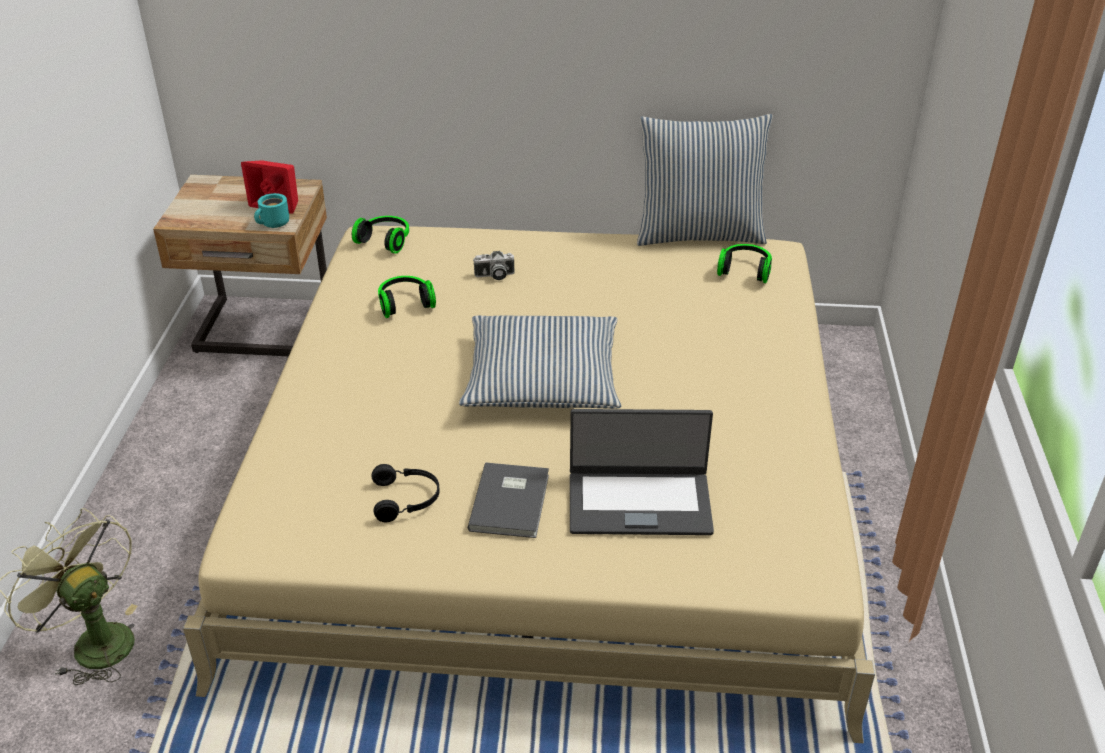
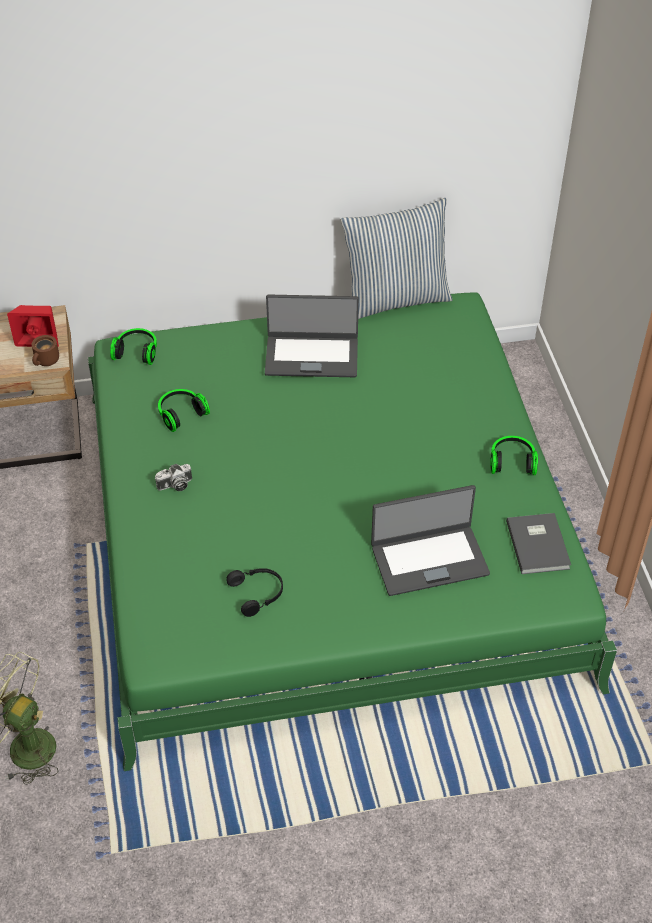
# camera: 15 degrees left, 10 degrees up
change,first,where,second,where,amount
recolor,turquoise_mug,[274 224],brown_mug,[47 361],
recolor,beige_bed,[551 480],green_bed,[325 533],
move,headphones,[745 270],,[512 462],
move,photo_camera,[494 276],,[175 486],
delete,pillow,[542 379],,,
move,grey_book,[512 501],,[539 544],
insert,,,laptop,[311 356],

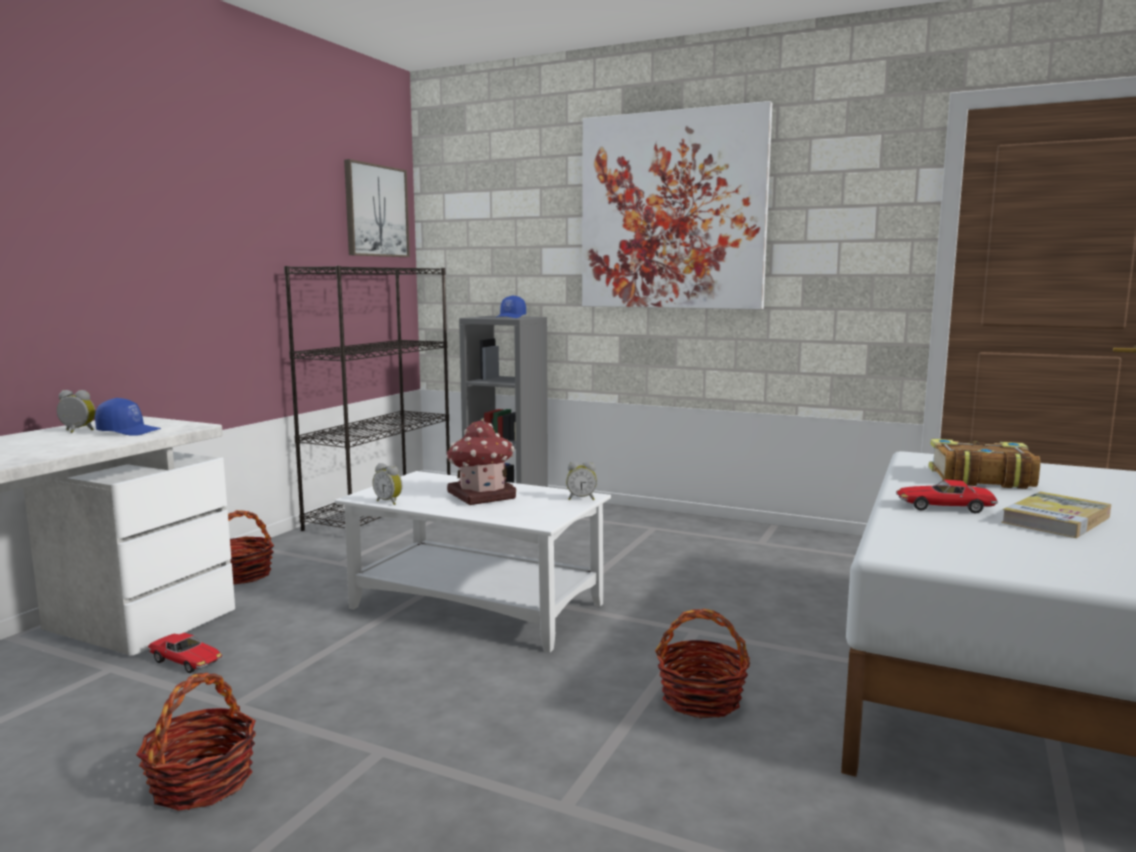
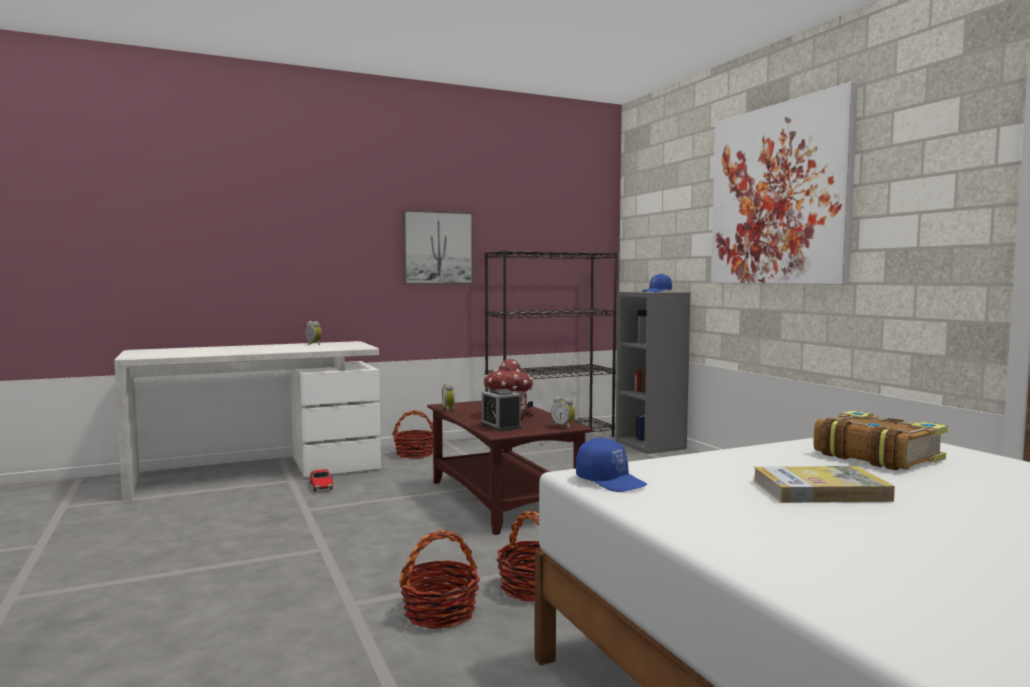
# camera: 40 degrees right, 5 degrees down
change,first,where,second,where,amount
move,picture,[376 211],,[437 247],
move,blue_cap,[129 431],,[611 481],
recolor,white_coffee_table,[479 606],brown_coffee_table,[504 500],
delete,toy_car,[944 507],,,
move,basket,[202 782],,[440 613],
insert,,,alarm_clock,[501 426],

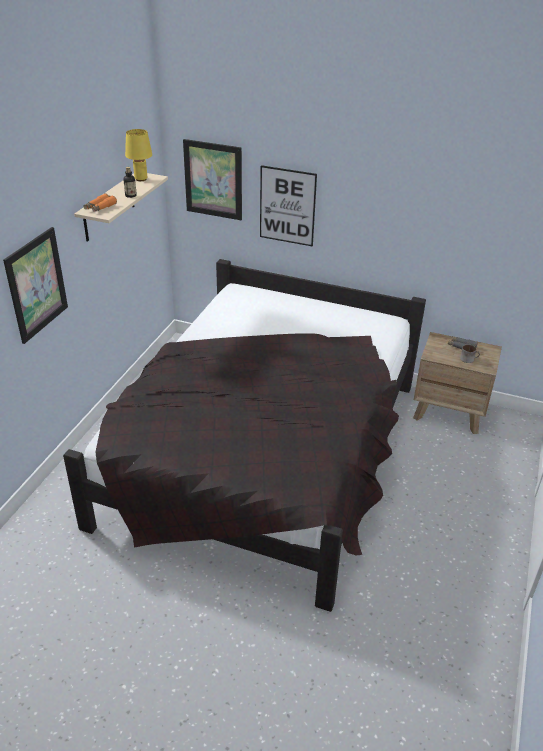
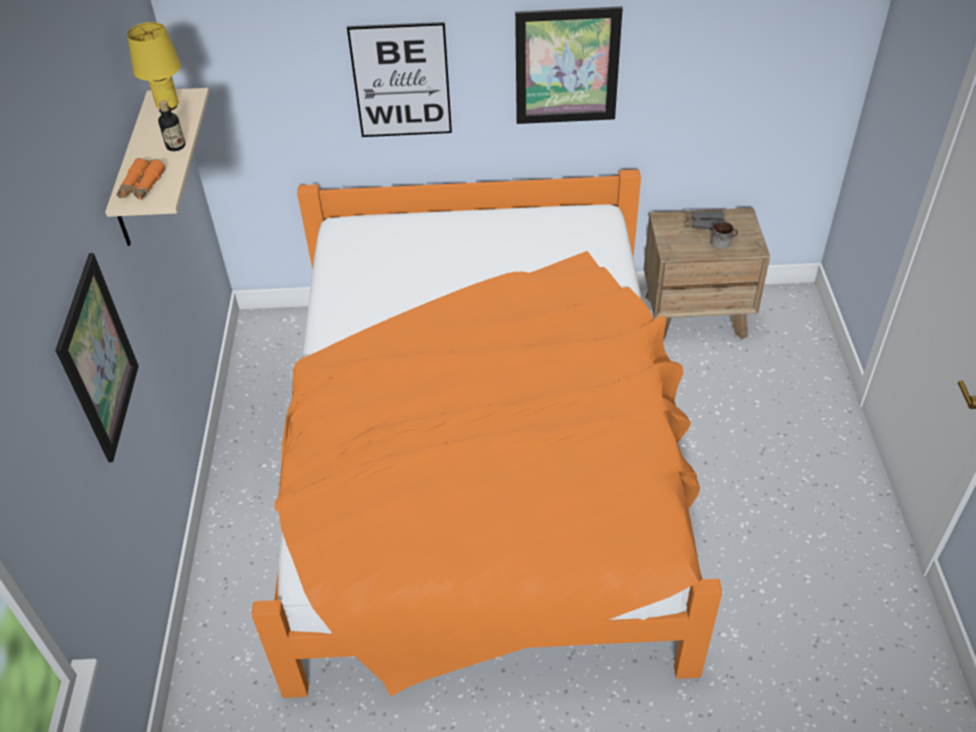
# camera: 20 degrees left, 10 degrees up
change,first,where,second,where,amount
move,picture,[213 180],,[567 66],
recolor,black_bed,[265 452],orange_bed,[485 468],

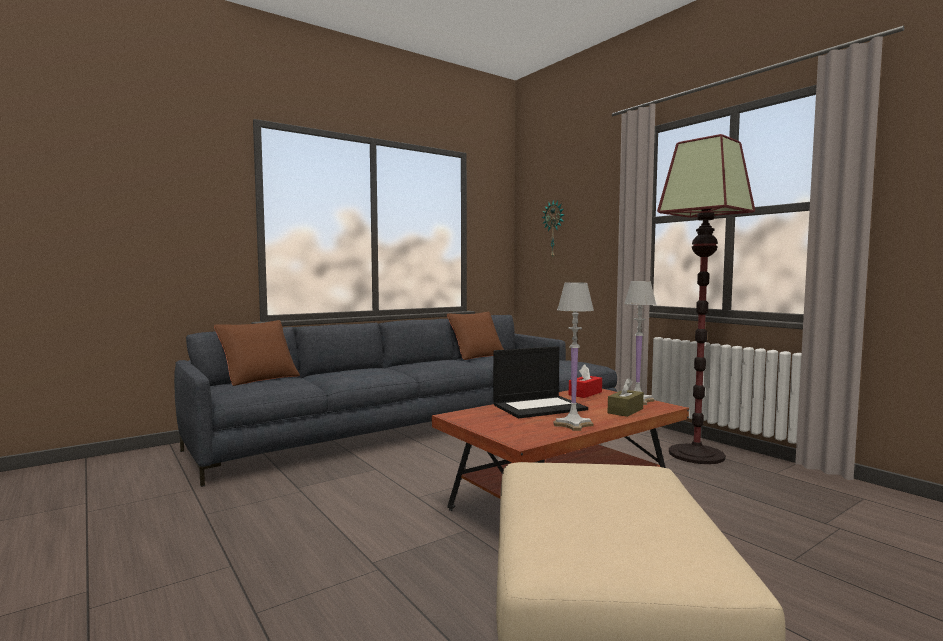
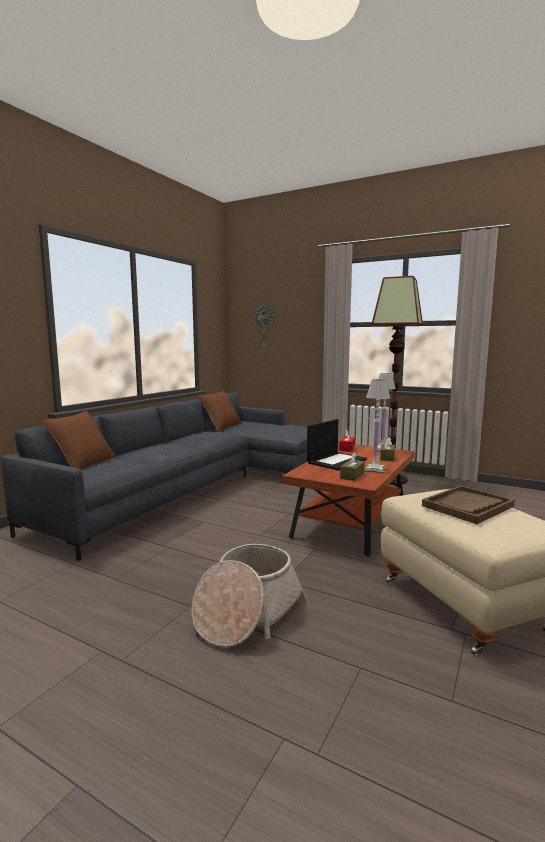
# camera: 25 degrees left, 5 degrees up
change,first,where,second,where,amount
insert,,,brown_tissue_box,[352 475],
insert,,,brown_tray,[467 506],
insert,,,basket,[247 613],

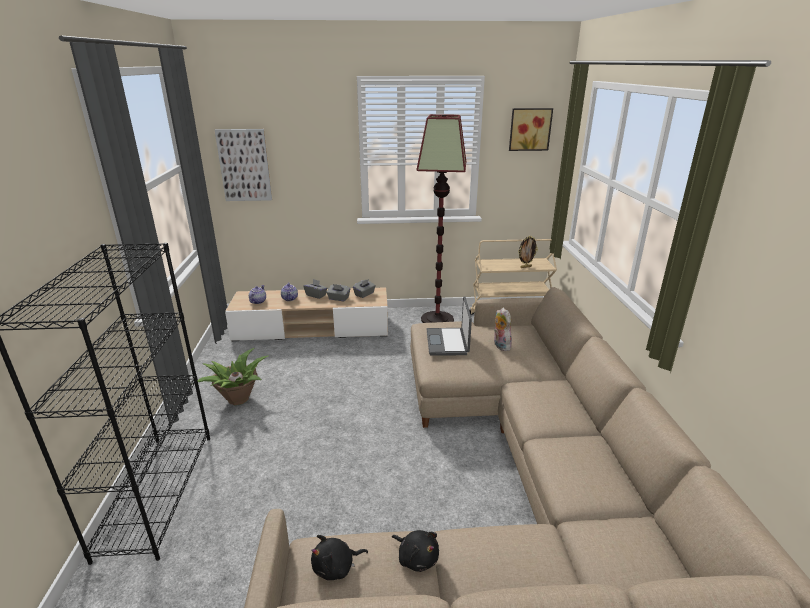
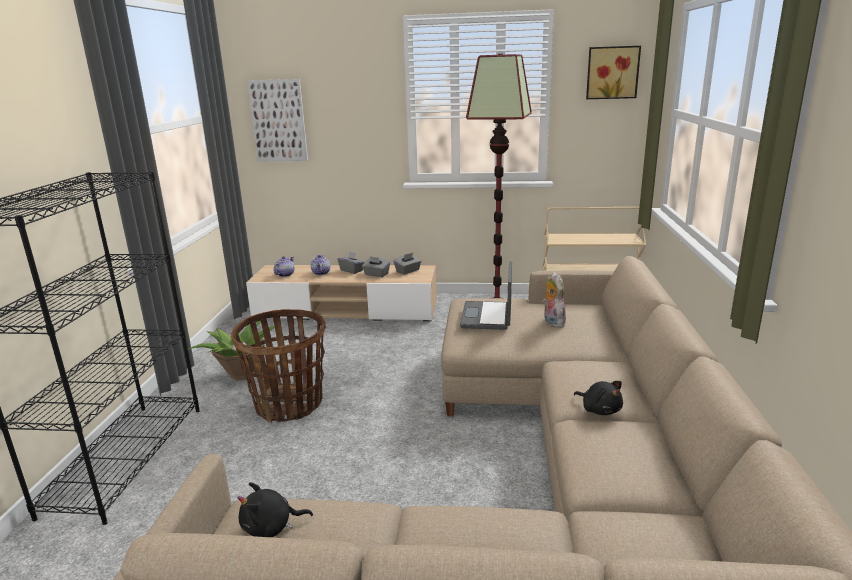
# camera: 10 degrees right, 5 degrees down
change,first,where,second,where,amount
delete,picture_frame,[525 267],,,
move,black_plush_toy,[416 557],,[599 409],
insert,,,basket,[289 405],

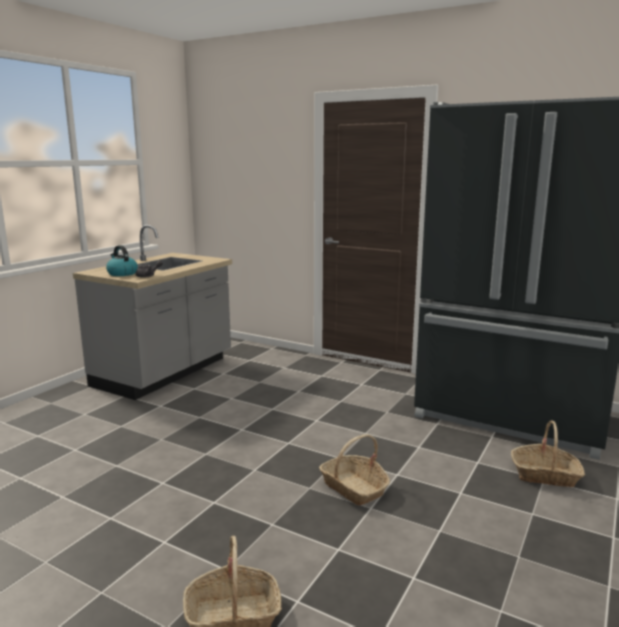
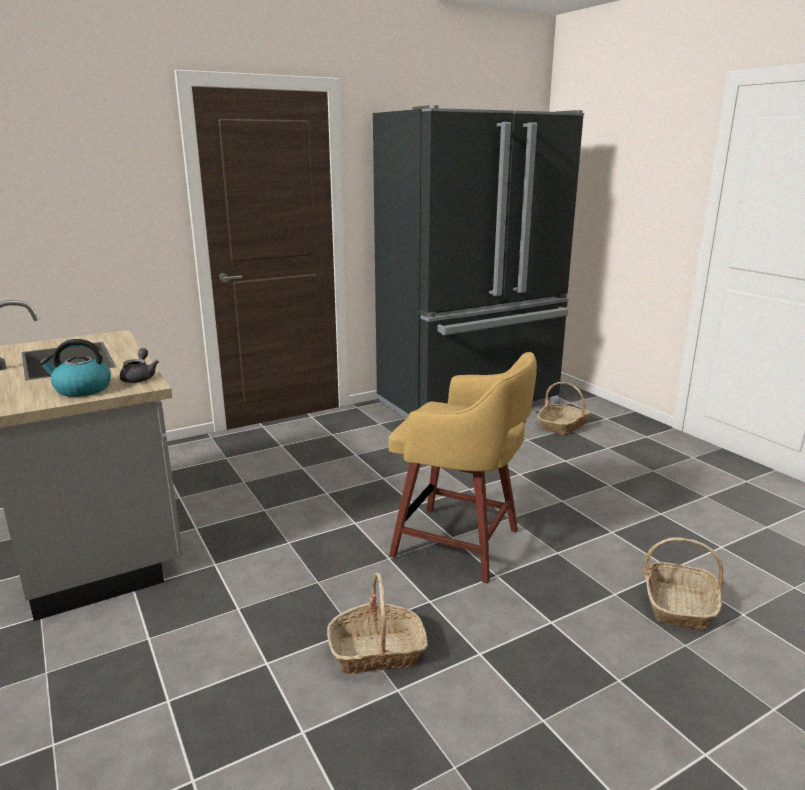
# camera: 60 degrees left, 5 degrees up
change,first,where,second,where,amount
move,basket,[354 488],,[377 651],
insert,,,yellow_stool,[460 544],

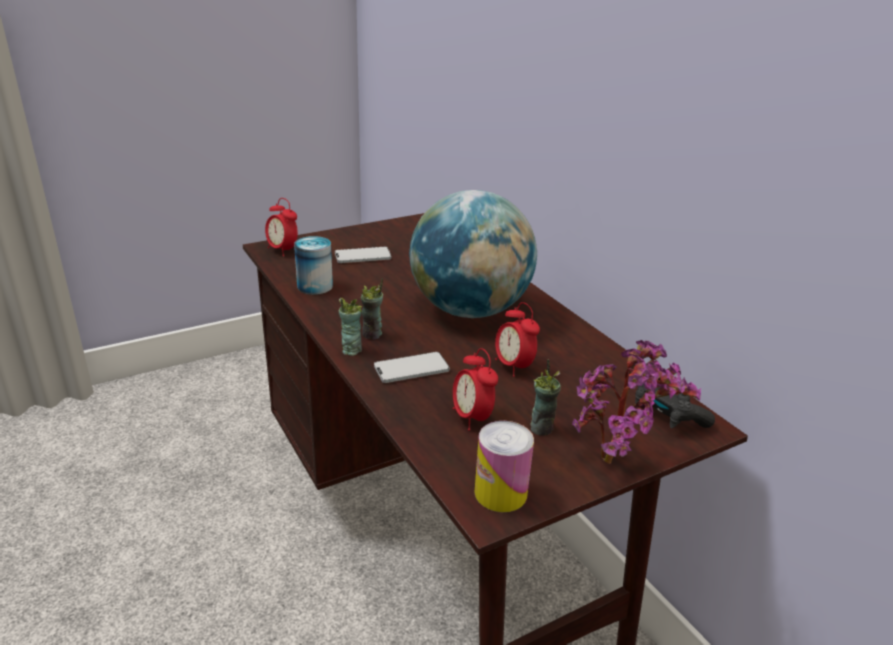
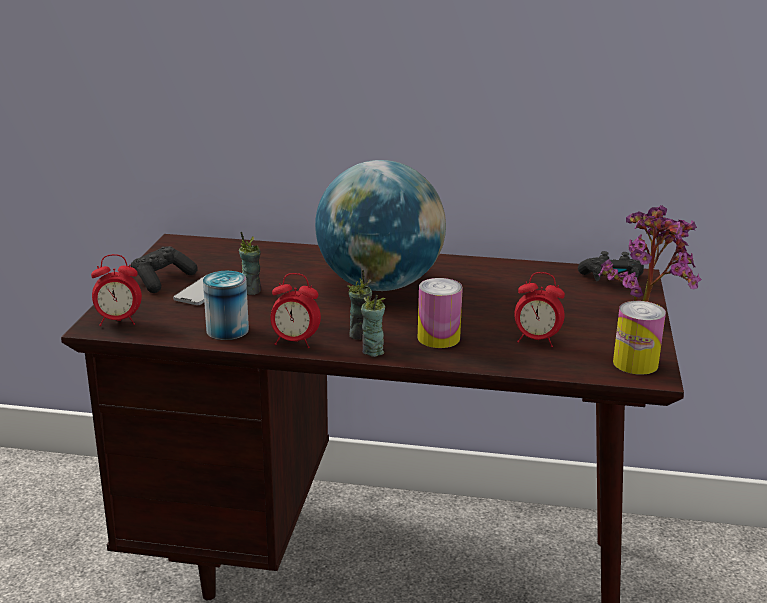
# camera: 50 degrees left, 5 degrees down
change,first,where,second,where,amount
move,alarm_clock,[513 366],,[295 342],
replace,phone,[411 369],can,[438 338],
move,cup,[541 428],,[251 290],
insert,,,black_game_controller,[162 280],

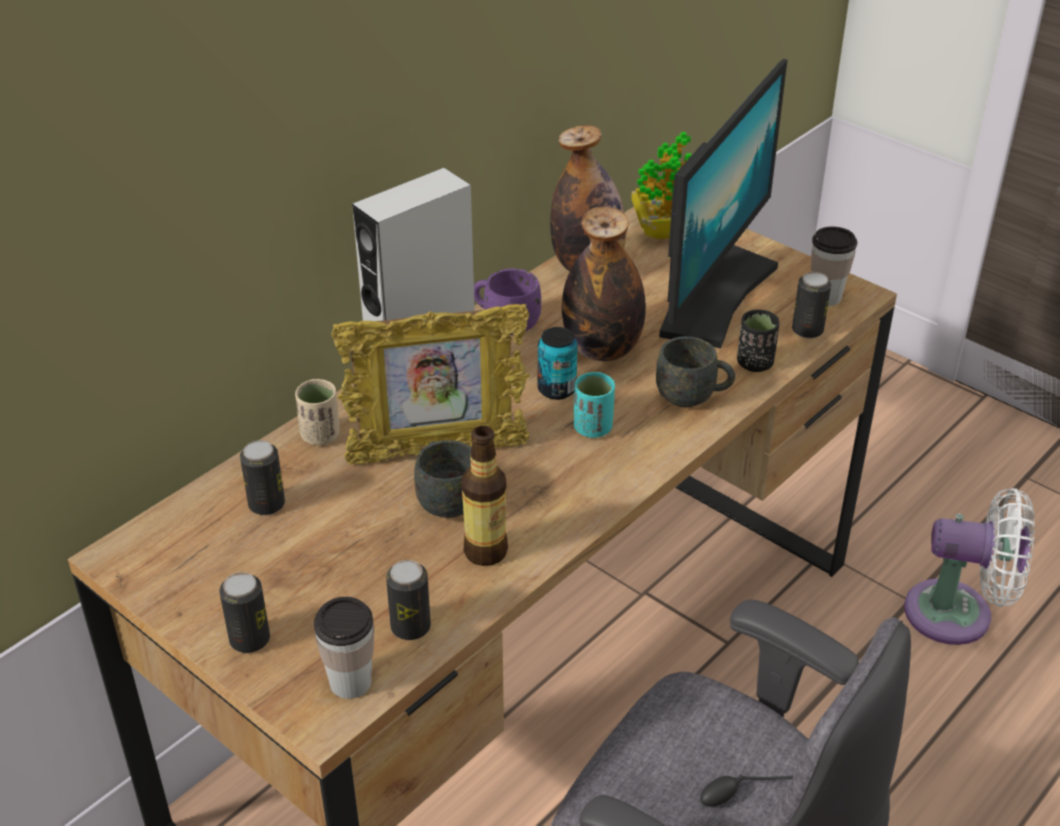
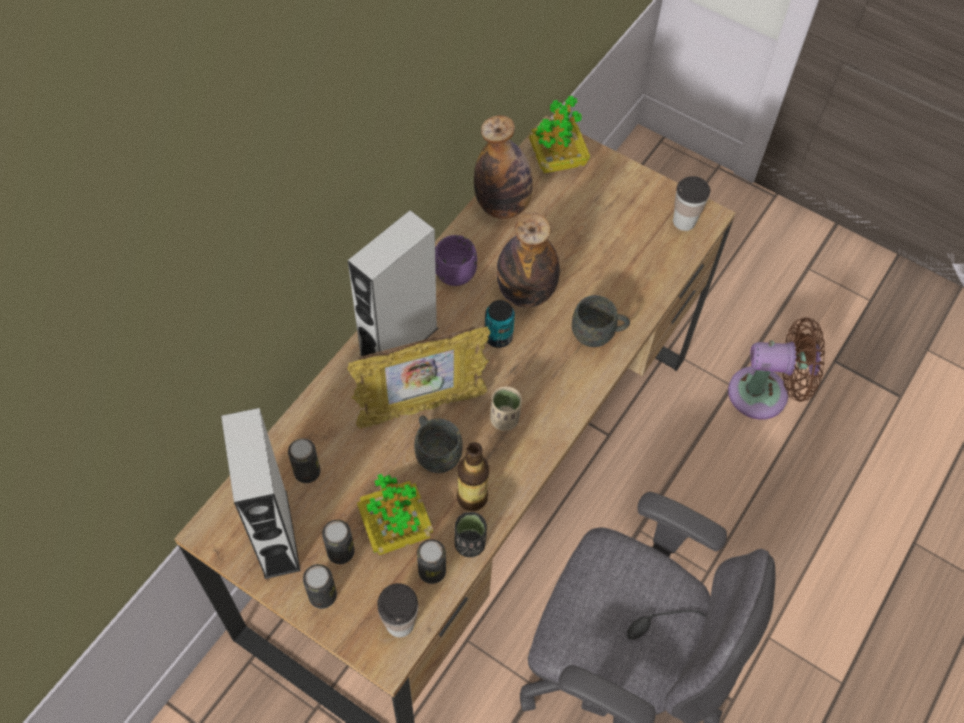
# camera: 10 degrees left, 20 degrees up
change,first,where,second,where,amount
delete,monitor,[713 296],,,
move,can,[807 330],,[340 552],
move,black_cup,[755 363],,[470 543],
delete,turquoise_cup,[593 428],,,
move,beige_cup,[320 435],,[504 419],
recolor,white_fan,[958 614],brown_fan,[765 394],
insert,,,grey_speaker,[275 534],
insert,,,potted_plant,[396 527],

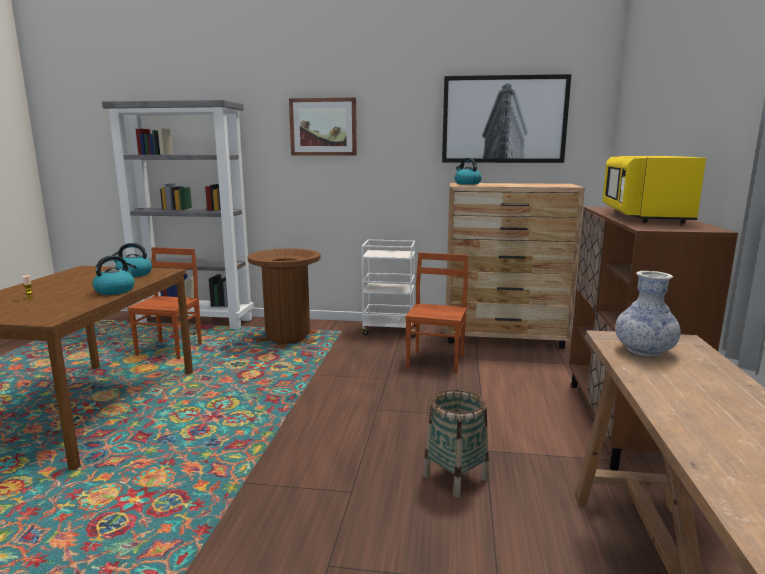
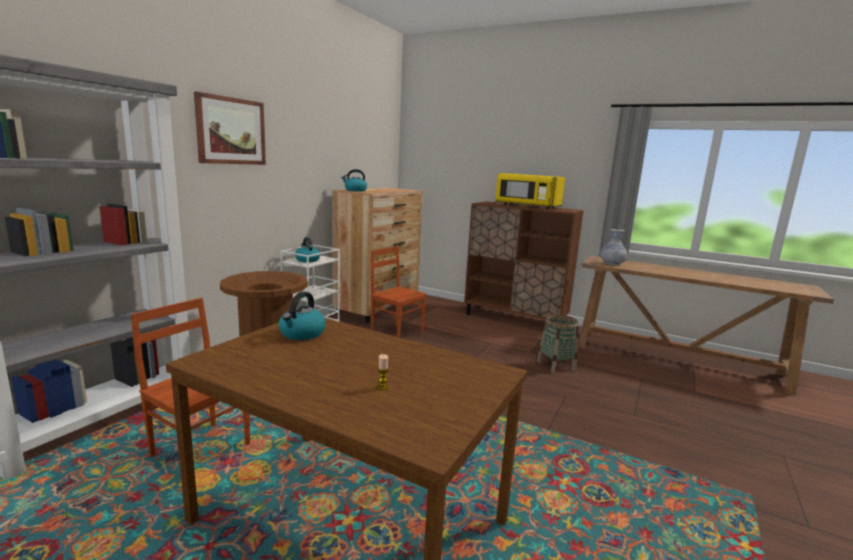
# camera: 70 degrees left, 0 degrees up
change,first,where,second,where,amount
delete,picture,[504 119],,,
move,kettle,[115 291],,[307 260],

